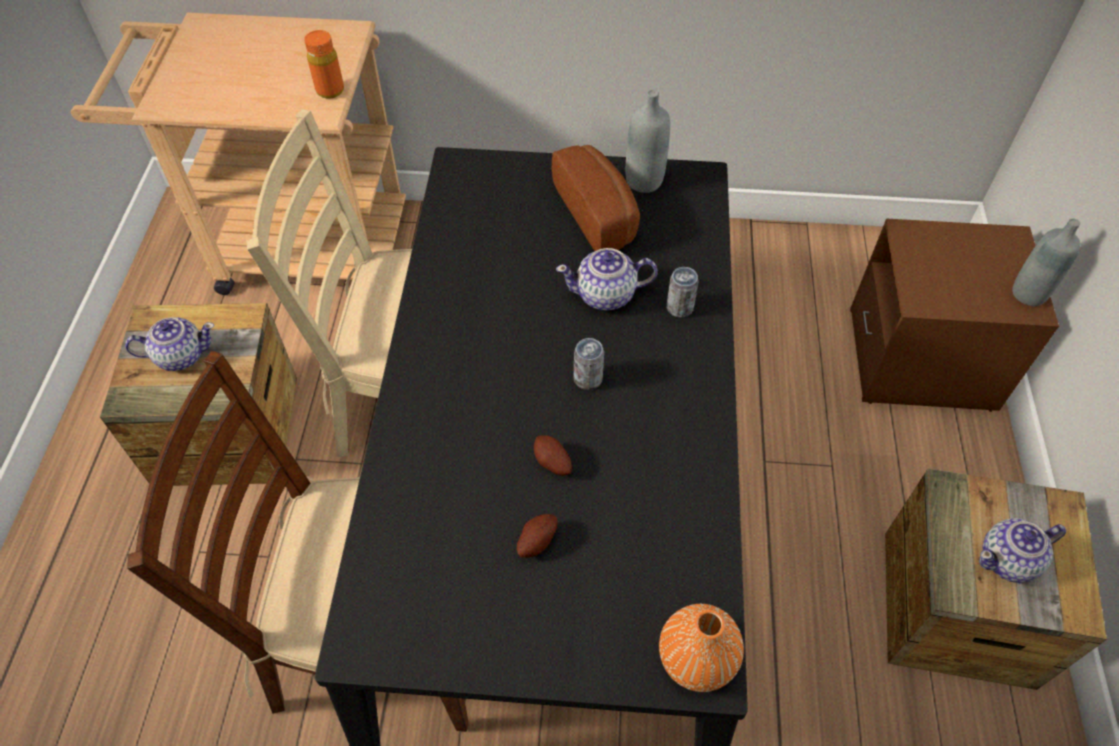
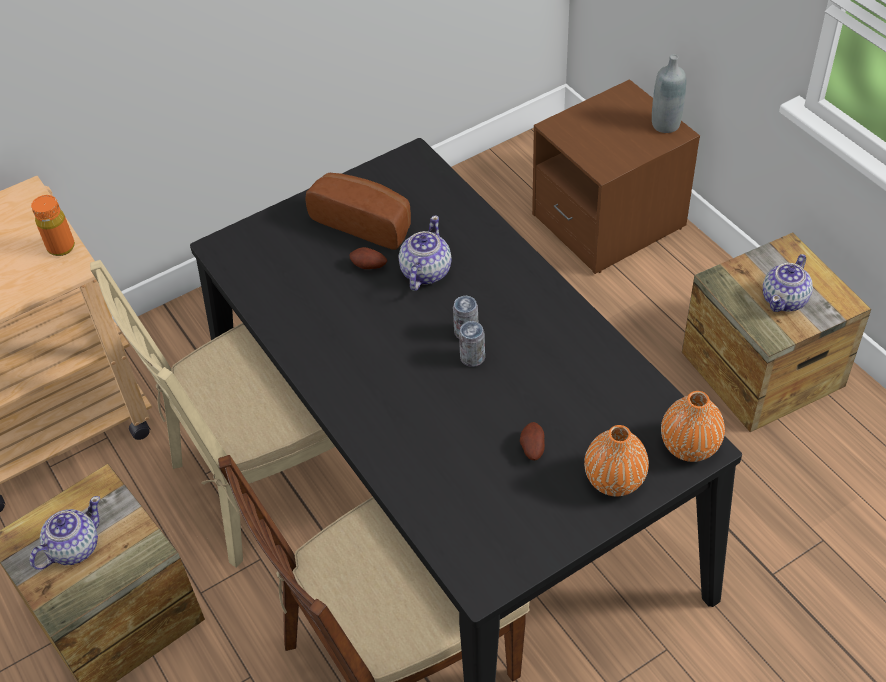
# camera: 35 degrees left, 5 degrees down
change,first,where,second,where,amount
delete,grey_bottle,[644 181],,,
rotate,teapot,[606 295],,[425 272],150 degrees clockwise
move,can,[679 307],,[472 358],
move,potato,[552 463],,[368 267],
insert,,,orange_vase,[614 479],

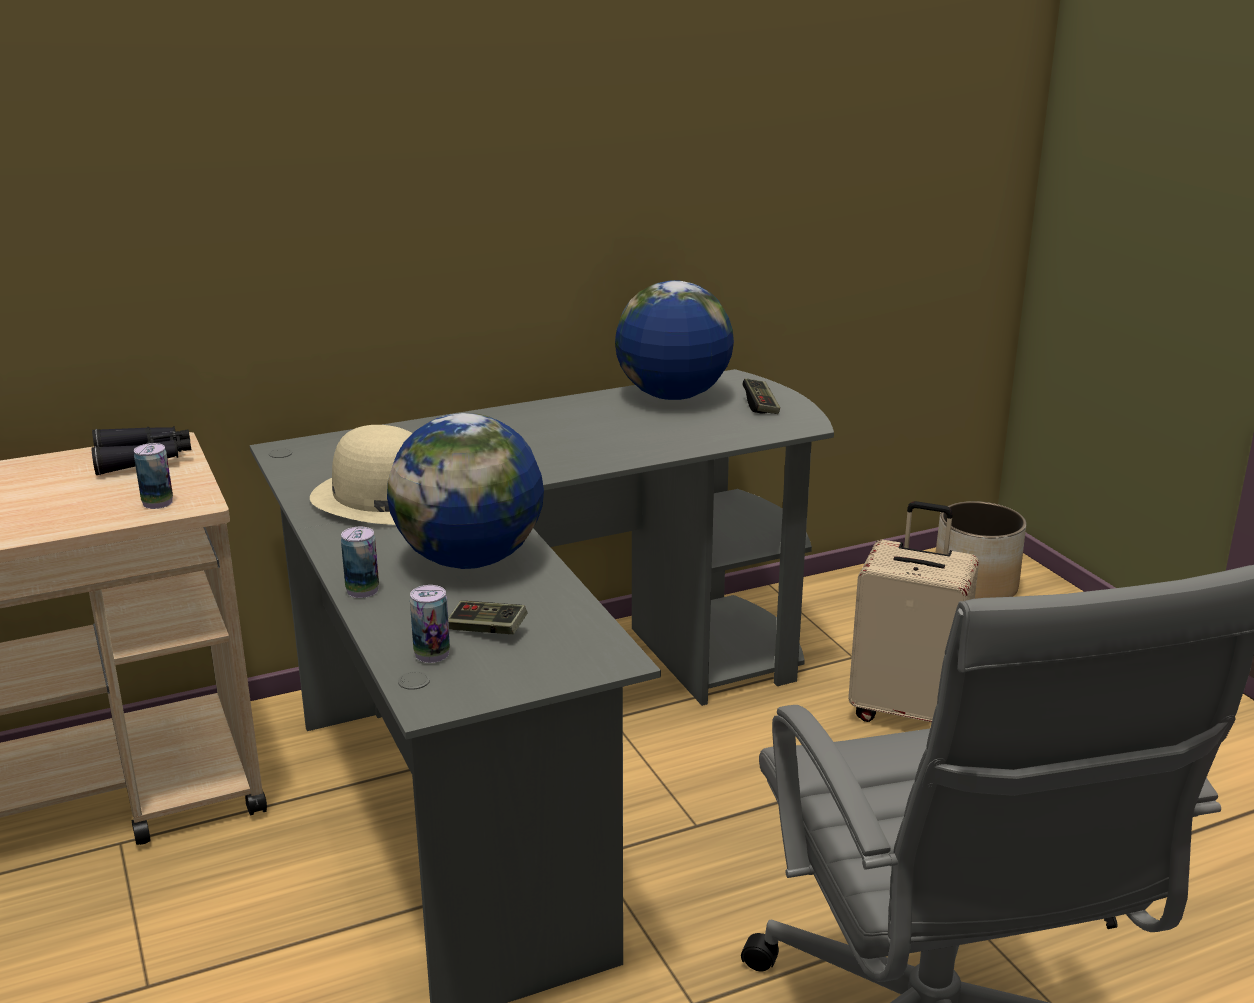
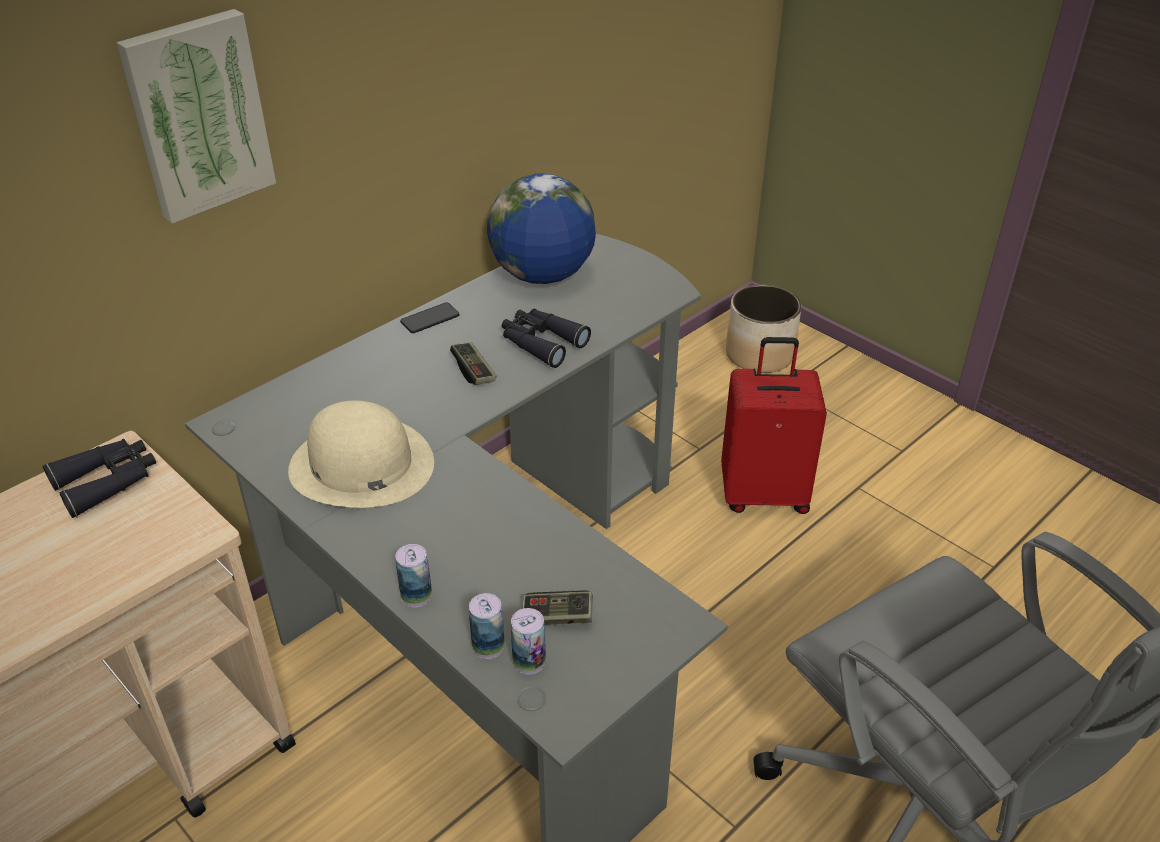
# camera: 20 degrees left, 15 degrees up
change,first,where,second,where,amount
move,game_controller,[760 405],,[473 371],
delete,globe,[469 560],,,
move,can,[157 503],,[488 646],
recolor,beige_suitcase,[907 710],red_suitcase,[764 493],
insert,,,picture,[197 115],
insert,,,phone,[430 319],
insert,,,black_binoculars,[541 343],

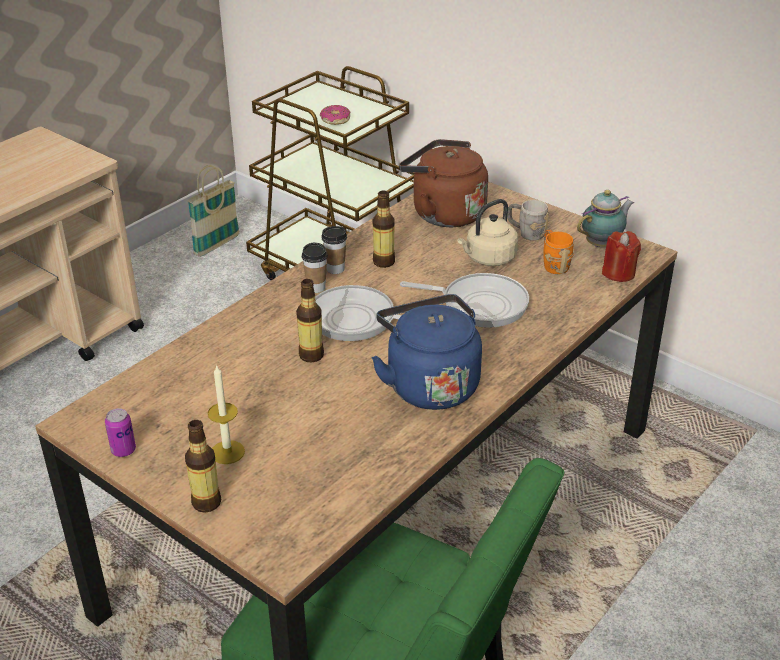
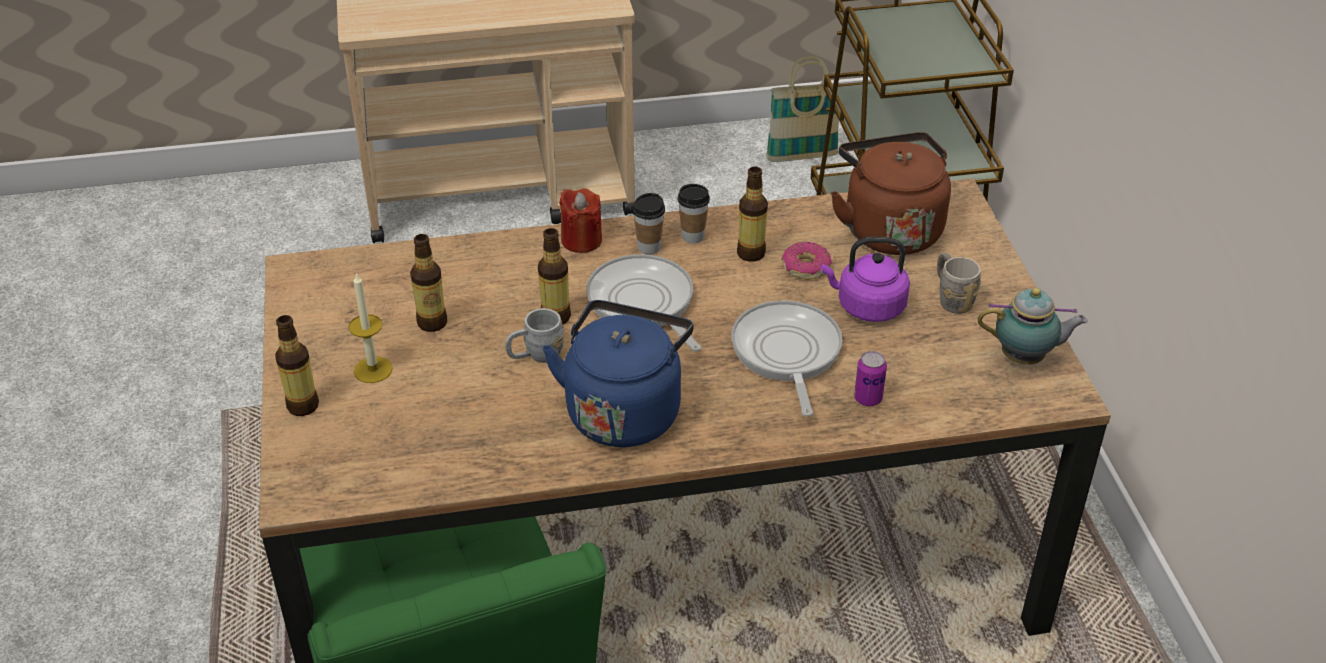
# camera: 40 degrees right, 5 degrees up
change,first,where,second,where,amount
move,donut,[335 120],,[805 267],
recolor,beige_kettle,[488 258],purple_kettle,[867 307],
delete,orange_mug,[553 264],,,
move,red_candle,[618 273],,[581 240],
rotate,frying_pan,[479 304],,[786 354],150 degrees counterclockwise
move,can,[123 450],,[868 398],
insert,,,bottle,[432 323],
insert,,,grey_mug,[536 355],

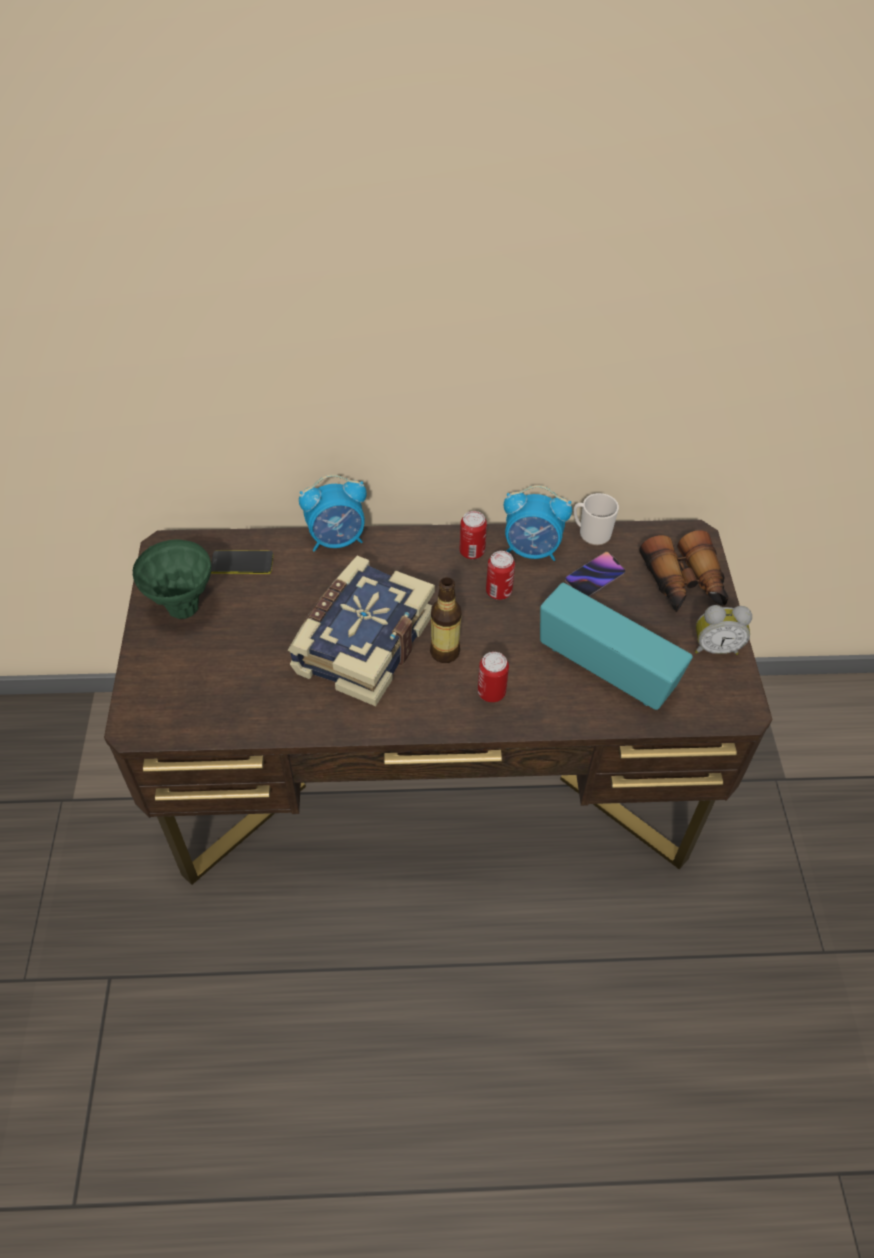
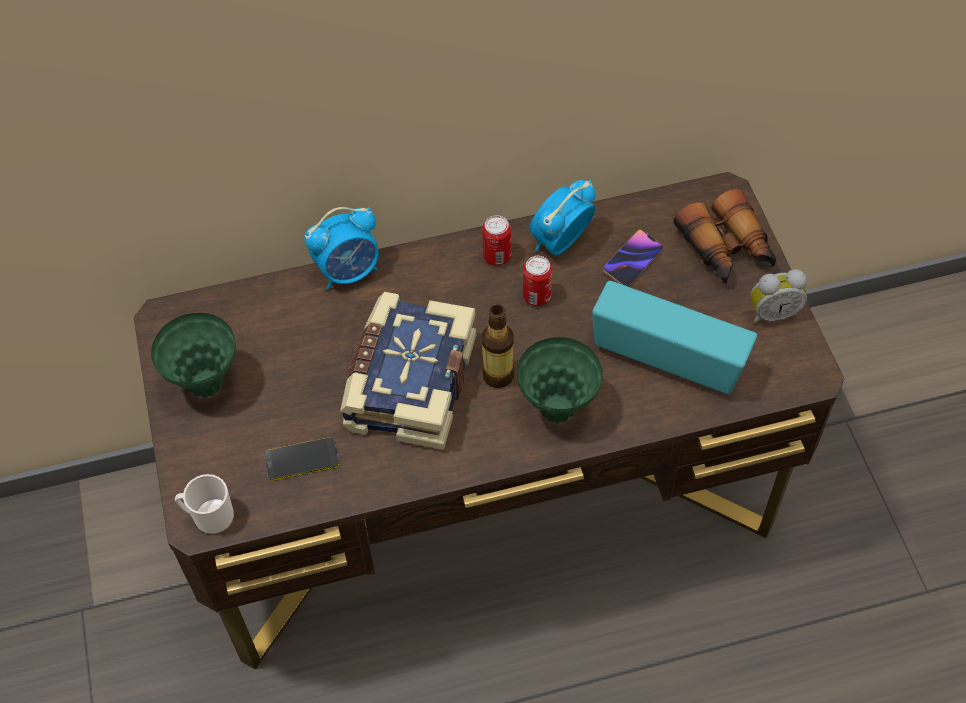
# camera: 10 degrees left, 5 degrees up
change,first,where,second,where,amount
rotate,alarm_clock,[532 550],,[560 242],135 degrees clockwise
move,mug,[591 533],,[209 517],
move,phone,[242 563],,[301 459],
replace,can,[491 692],green_vase,[557 409],

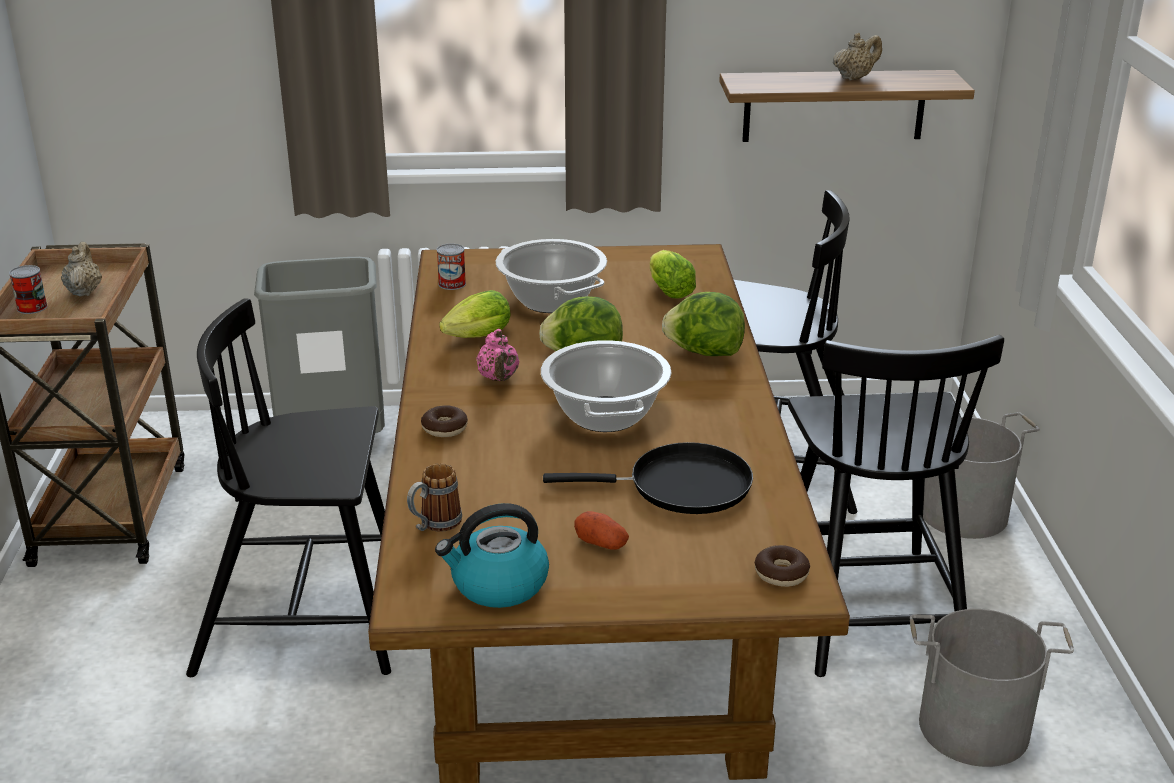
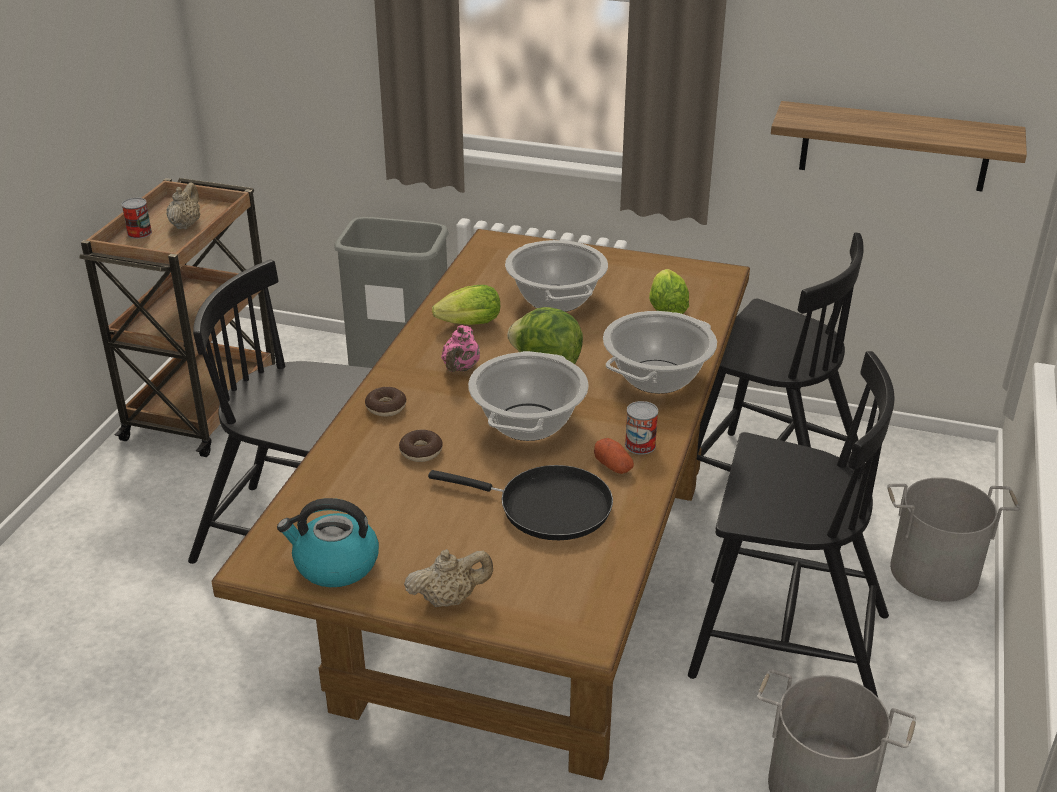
# camera: 20 degrees right, 5 degrees up
change,first,where,second,where,amount
move,beige_teapot,[854 78],,[449 599],
move,can,[452 284],,[640 445],
replace,lettuce,[704 352],cooking_pot,[657 377],
rotate,black_chair,[867 607],,[785 643],90 degrees counterclockwise
delete,mug,[434 525],,,
move,potato,[601 543],,[613 466],
move,donut,[781 573],,[421 451],

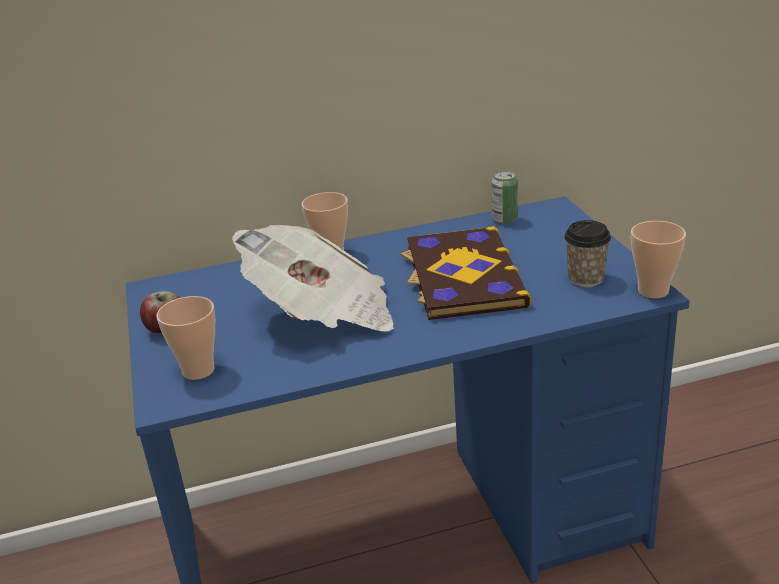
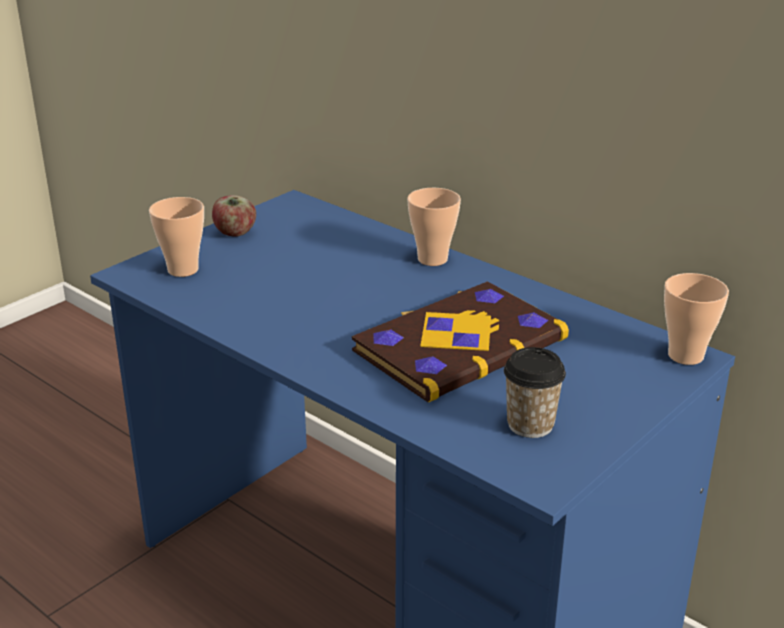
# camera: 55 degrees right, 0 degrees up
change,first,where,second,where,amount
delete,can,[505 220],,,
move,cup,[653 291],,[685 355],
delete,newspaper,[323 314],,,

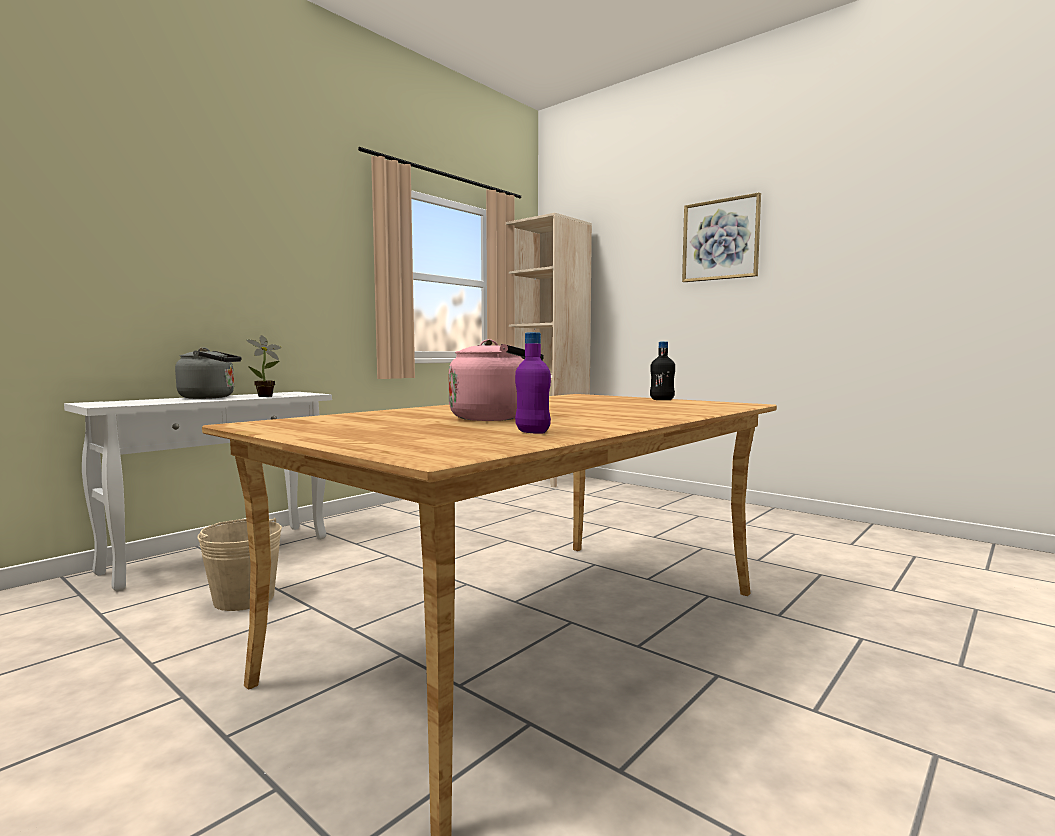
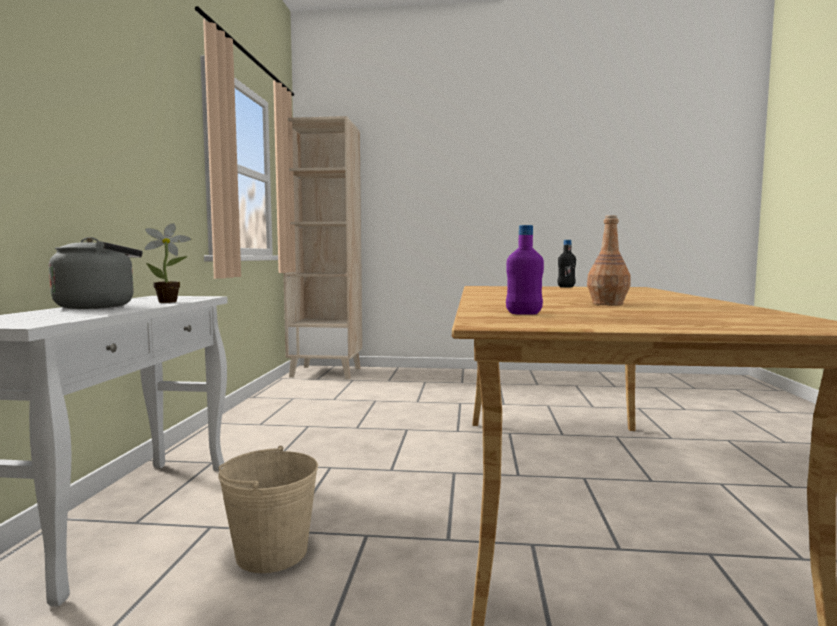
# camera: 35 degrees left, 0 degrees up
change,first,where,second,where,amount
delete,picture,[720 240],,,
move,purple_bottle,[532 432],,[524 313],
replace,pink_kettle,[494 418],brown_bottle,[608 304],

